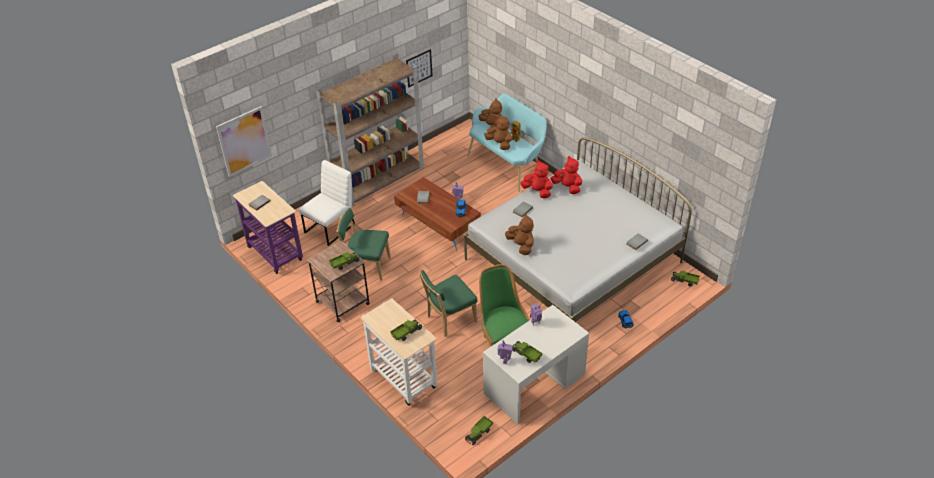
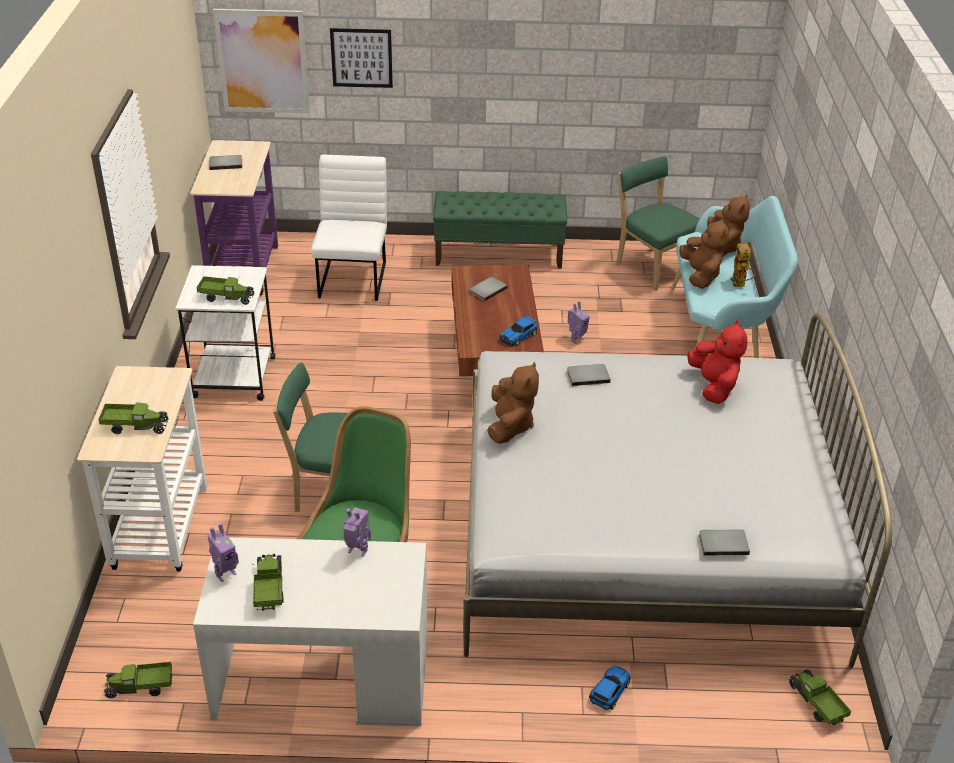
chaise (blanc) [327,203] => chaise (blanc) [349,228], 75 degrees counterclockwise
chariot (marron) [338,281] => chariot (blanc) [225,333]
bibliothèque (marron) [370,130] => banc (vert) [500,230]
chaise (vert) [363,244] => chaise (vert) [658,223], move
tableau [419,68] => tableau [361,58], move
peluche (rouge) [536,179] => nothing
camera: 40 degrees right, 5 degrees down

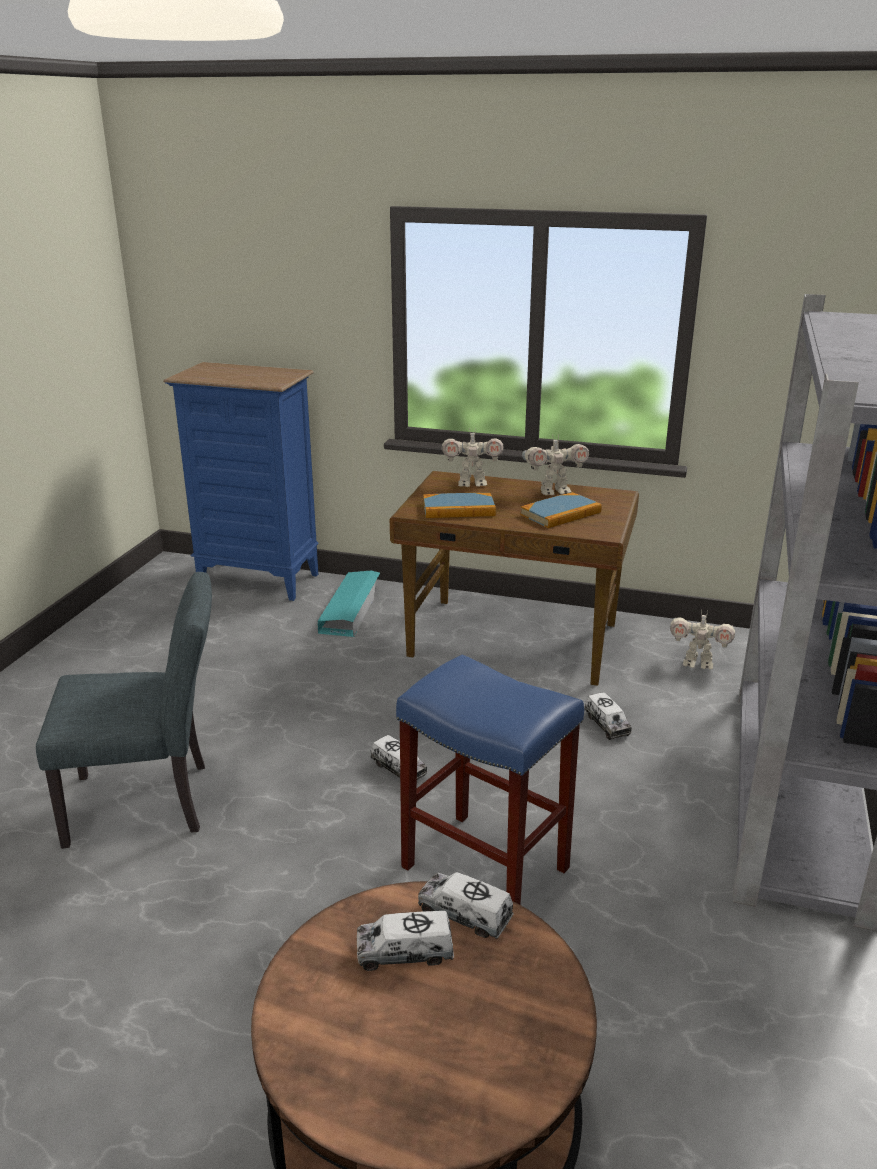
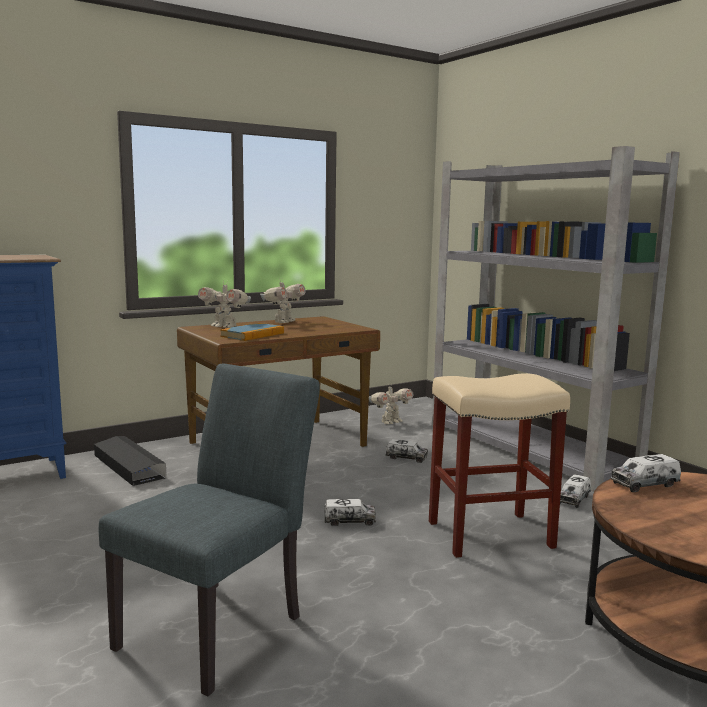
boîte de rangement (turquoise) [348,604] => boîte de rangement (noir) [130,461]
camion jouet [405,941] => camion jouet [575,491], move
tabouret (bleu) [490,779] => tabouret (beige) [499,465]
robot jouet [473,457] => robot jouet [224,304], 75 degrees clockwise
livre [561,510] => nothing
camera: 50 degrees left, 15 degrees down

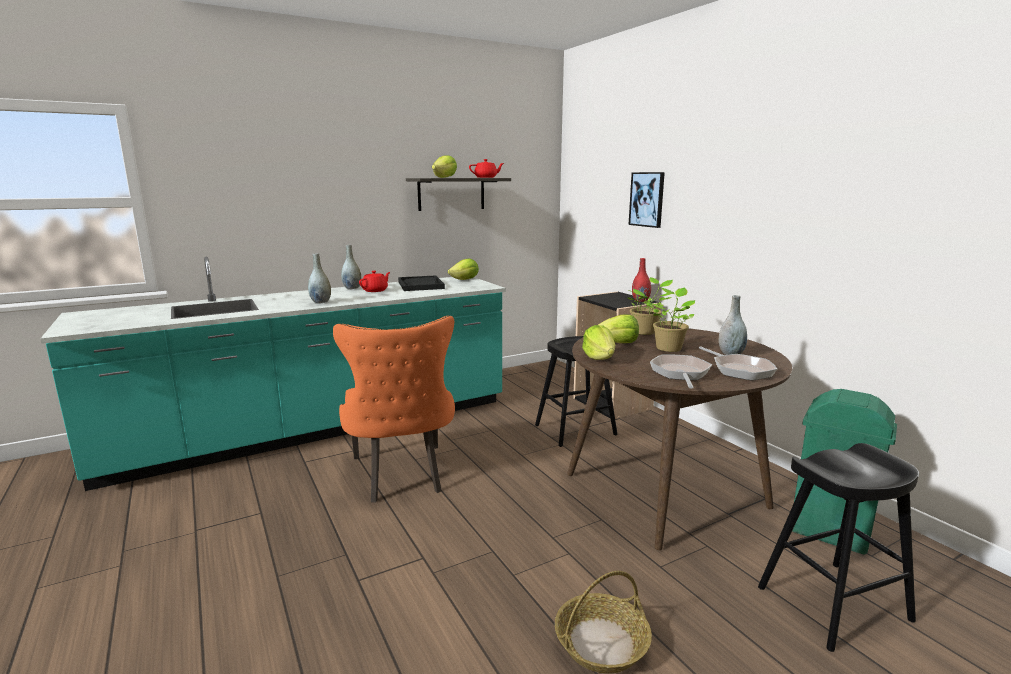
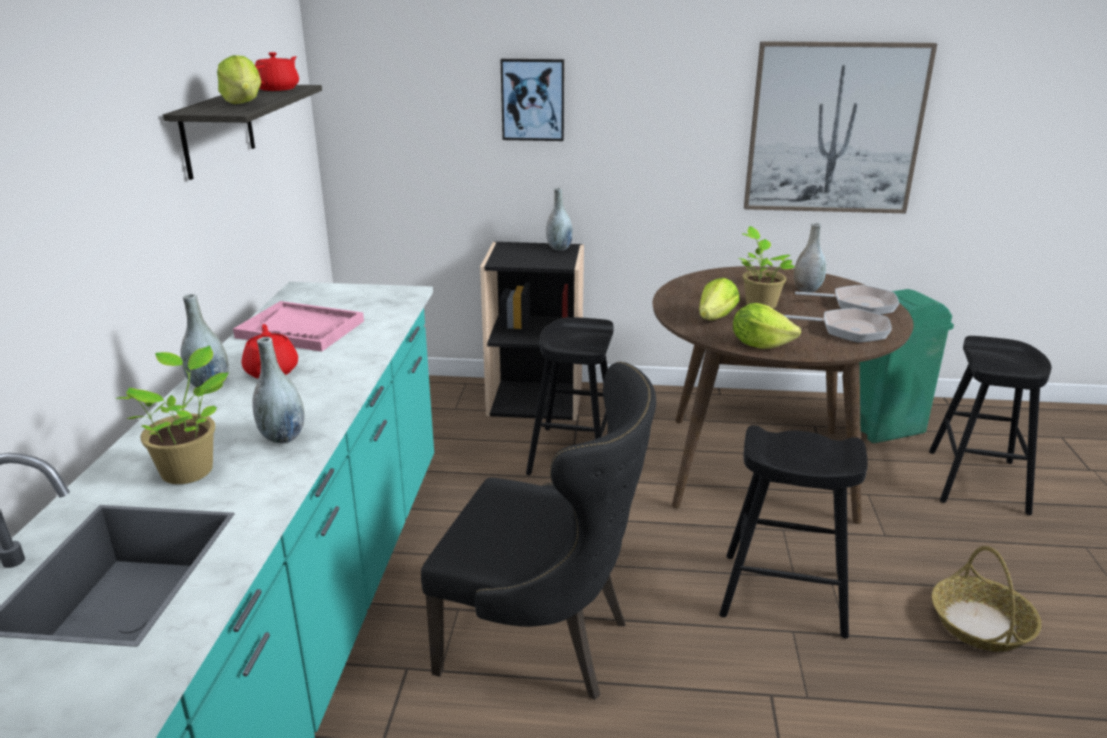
chaise (orange) [394,409] => chaise (noir) [538,531]
plateau (noir) [421,283] => plateau (rose) [298,326]
laitue [463,269] => nothing
plante en pot [650,306] => plante en pot [172,414], move
vase (rouge) [641,280] => vase (gris) [559,219]
poêle [681,371] => poêle [838,325], 150 degrees clockwise
nothing => tabouret (noir) [793,531]
nothing => tableau [840,127]
camera: 55 degrees left, 10 degrees up

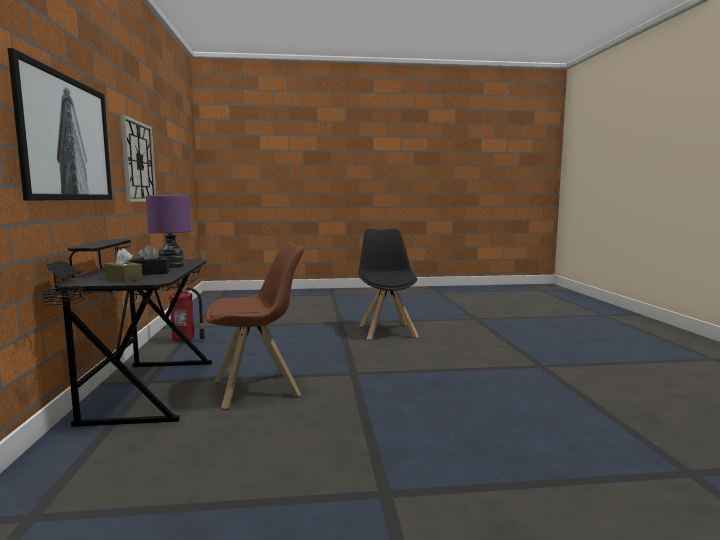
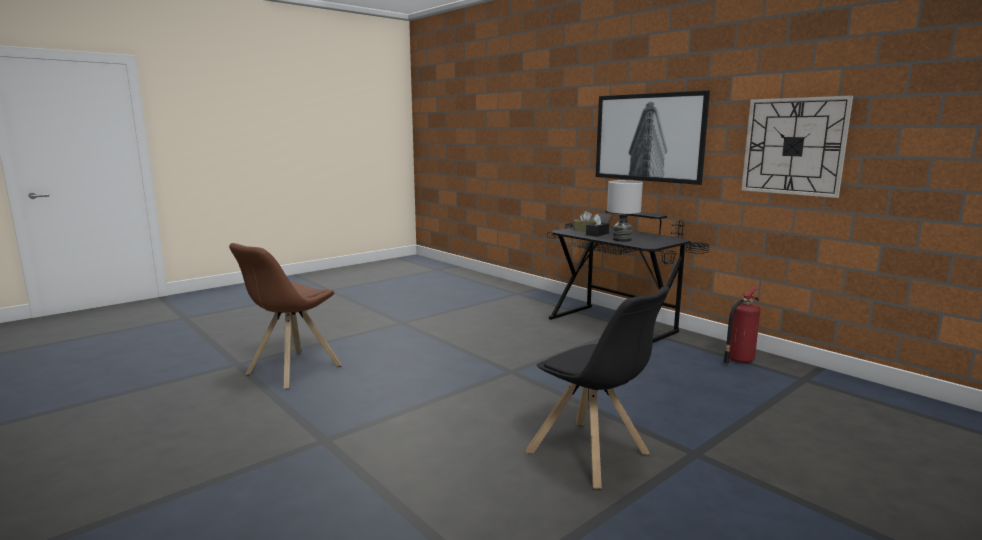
lampe de table (violet) [168,231] => lampe de table (gris) [625,210]
chaise (marron) [254,326] => chaise (marron) [285,316], move
camera: 145 degrees right, 5 degrees up

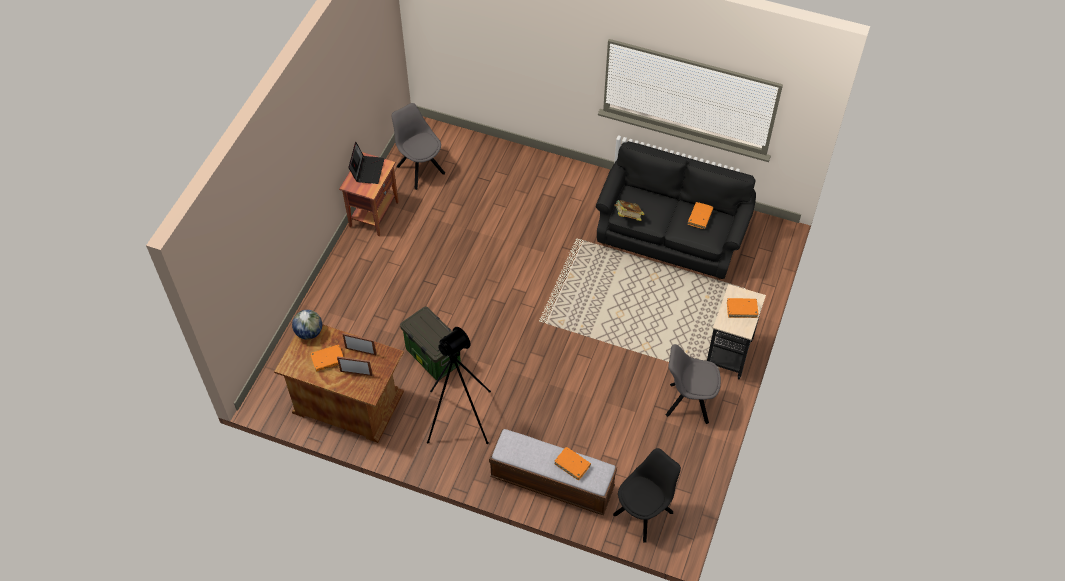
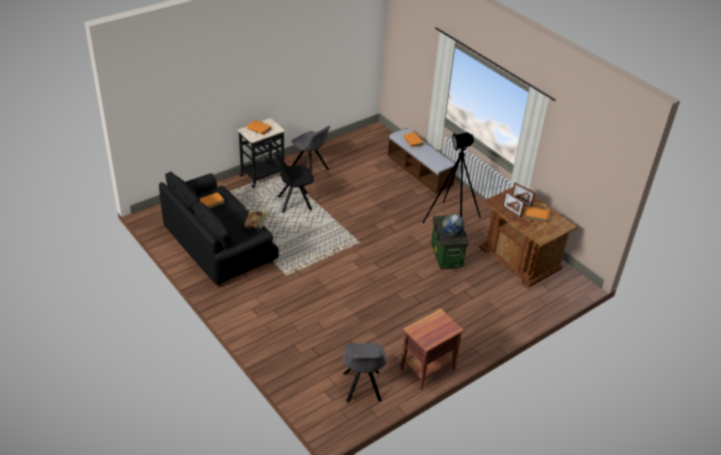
globe [307,325] => globe [453,225], move
ordinateur portable [366,163] => nothing
chaise (noir) [647,495] => chaise (noir) [294,182], move
camera: 150 degrees left, 15 degrees down

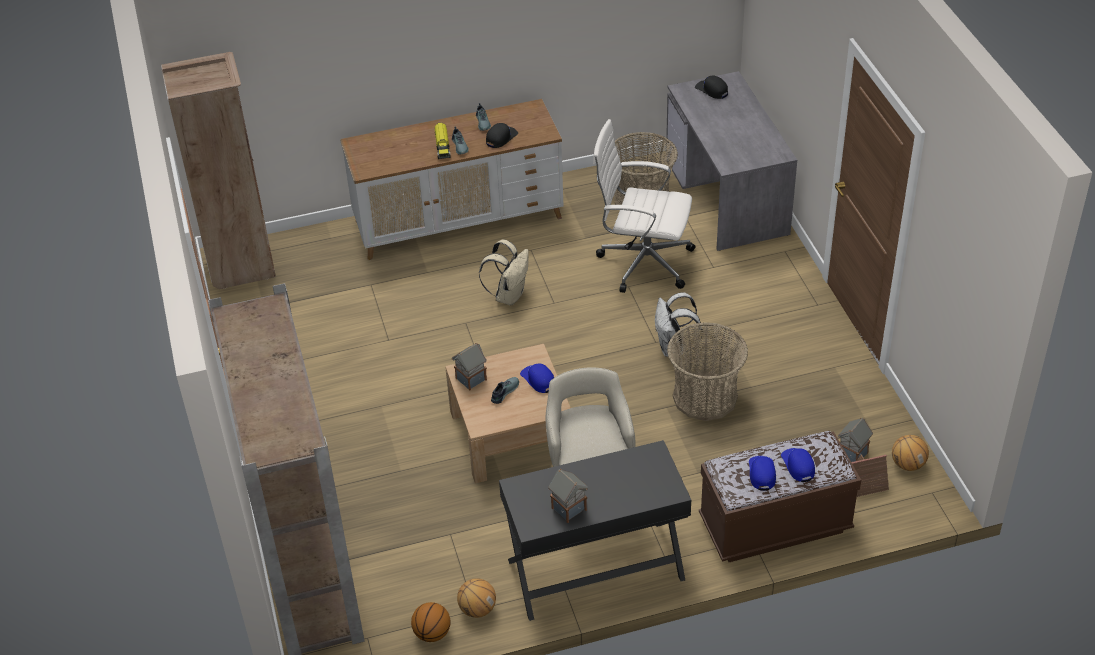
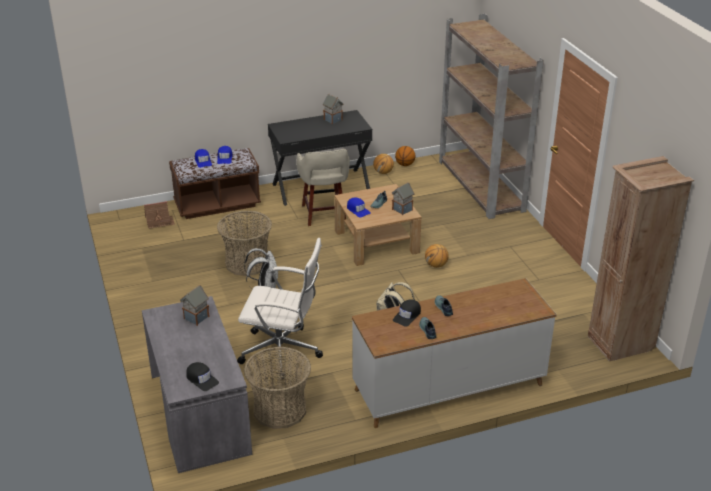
camion jouet [443,141] => nothing
maison miniature [855,439] => maison miniature [195,305], move
ballon de basket [910,453] => ballon de basket [437,256], move
camera: 175 degrees right, 10 degrees down

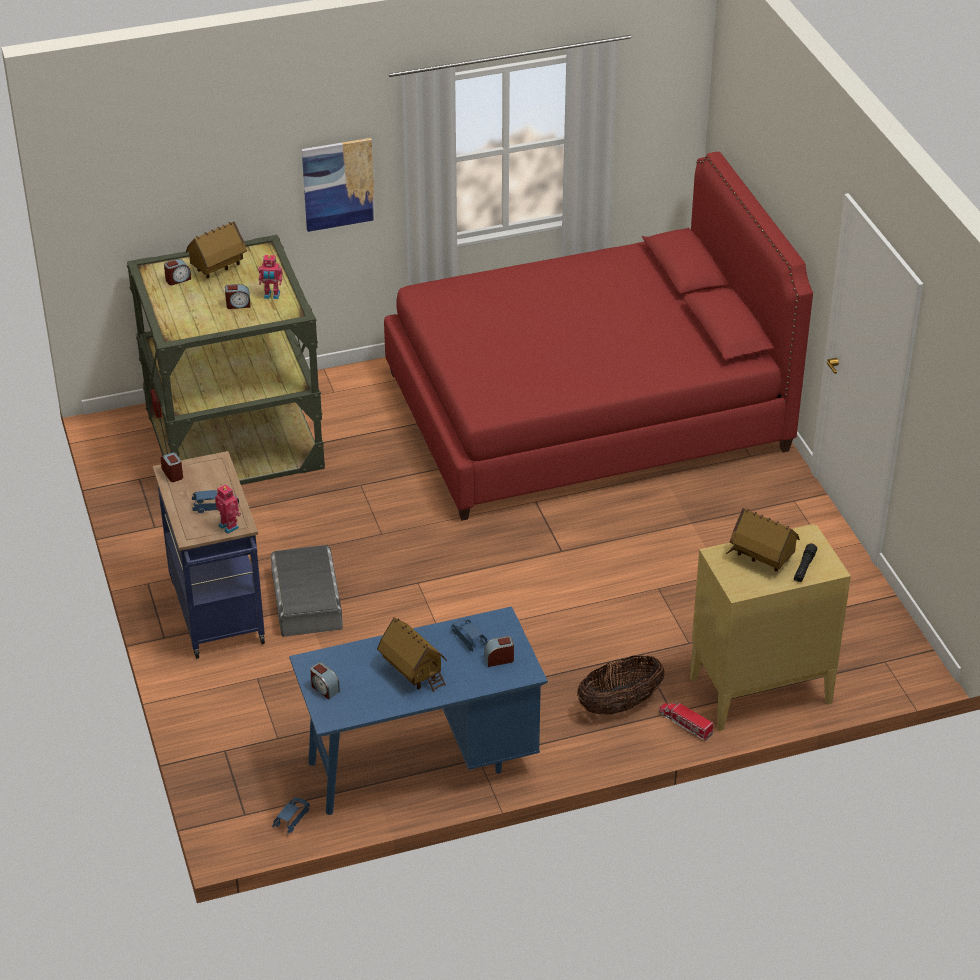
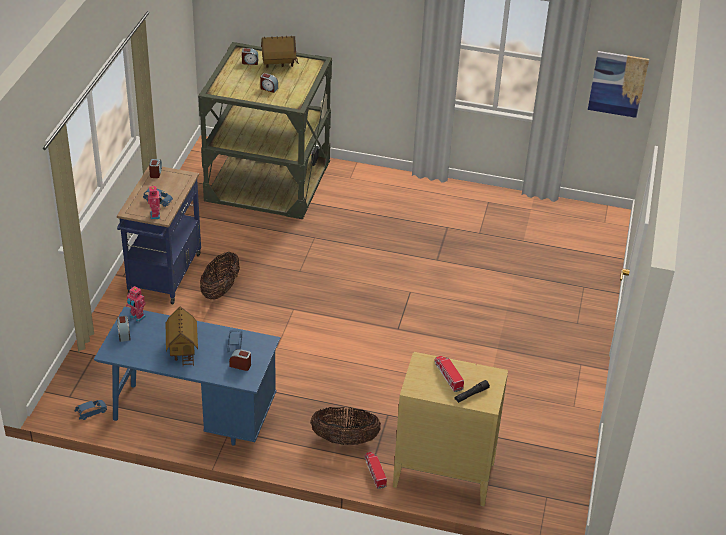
robot jouet [270,277] => robot jouet [136,304], move
boîte de rangement (gris) [307,591] => panier [220,276]
tableau [338,185] => tableau [618,84], move
lit (rouge) [598,336] => nothing
maison miniature [763,540] => camion jouet [449,374]
camera: 30 degrees right, 0 degrees up

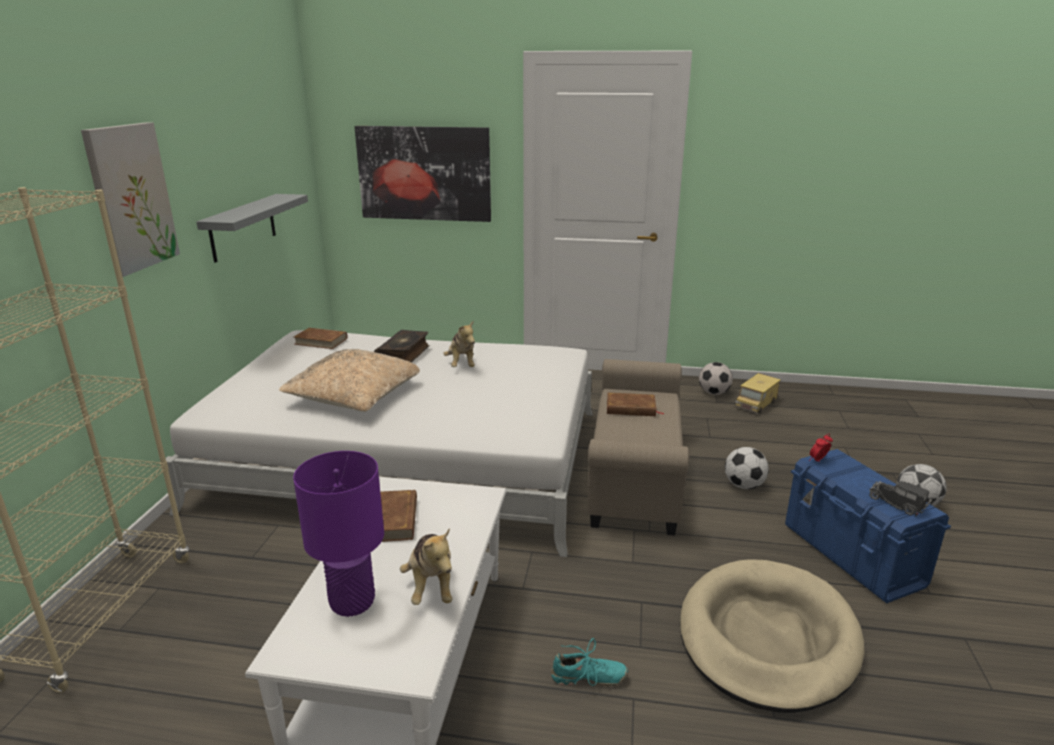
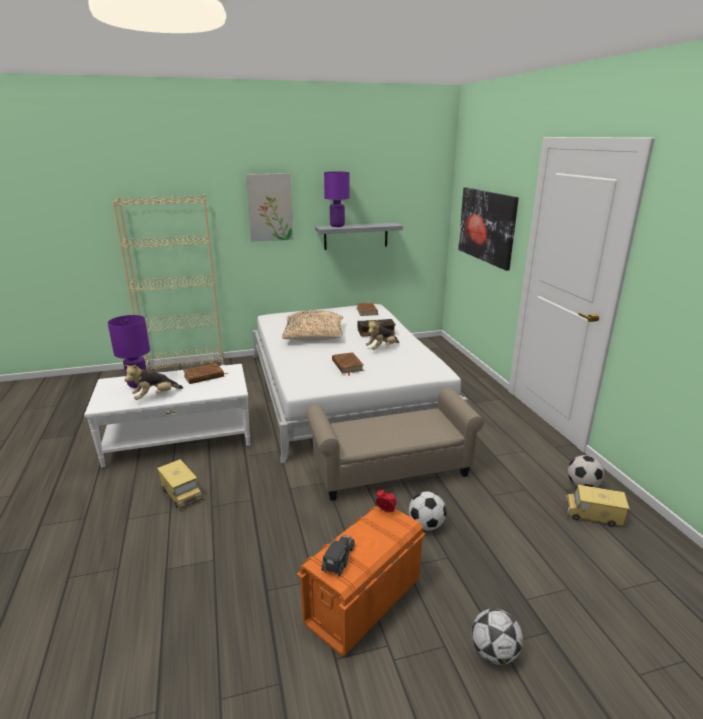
chaussure (turquoise) [589,662] => camion jouet [180,484]
livre (marron) [635,404] => livre (marron) [348,364], move
panier pour chien (beige) [772,636] => nothing
boîte de rangement (bleu) [868,526] => boîte de rangement (orange) [361,581]
nothing => lampe de table (violet) [337,199]
camera: 65 degrees right, 0 degrees up

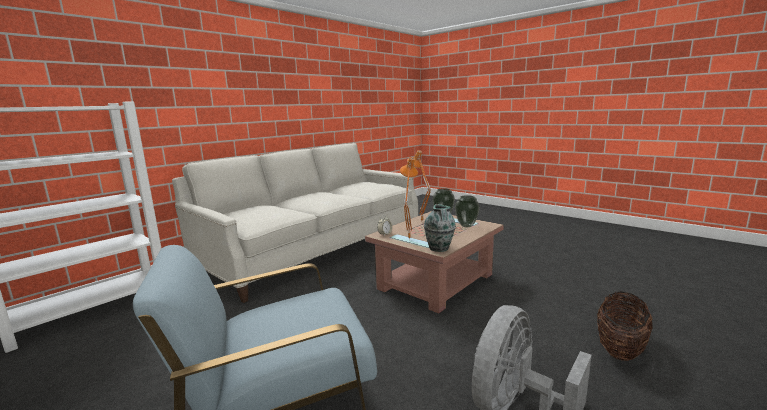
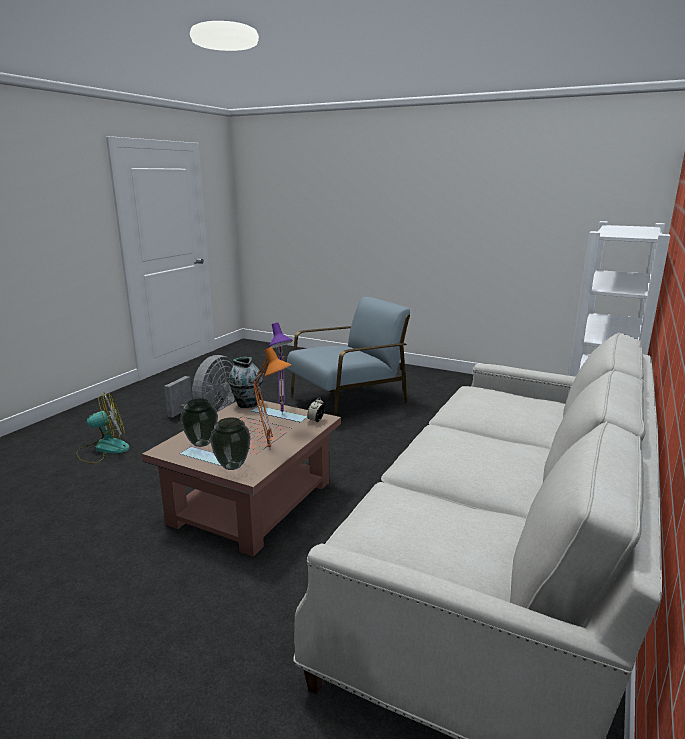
lampe de table (orange) [409,198] => lampe de table (violet) [281,368]
panier [625,326] => ventilateur [103,427]
camera: 165 degrees right, 5 degrees up

